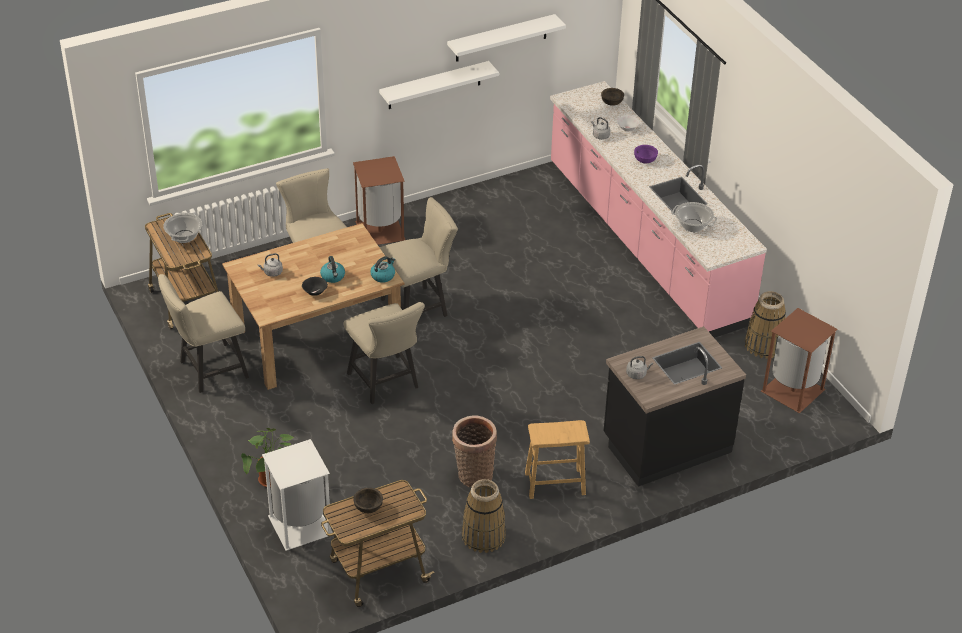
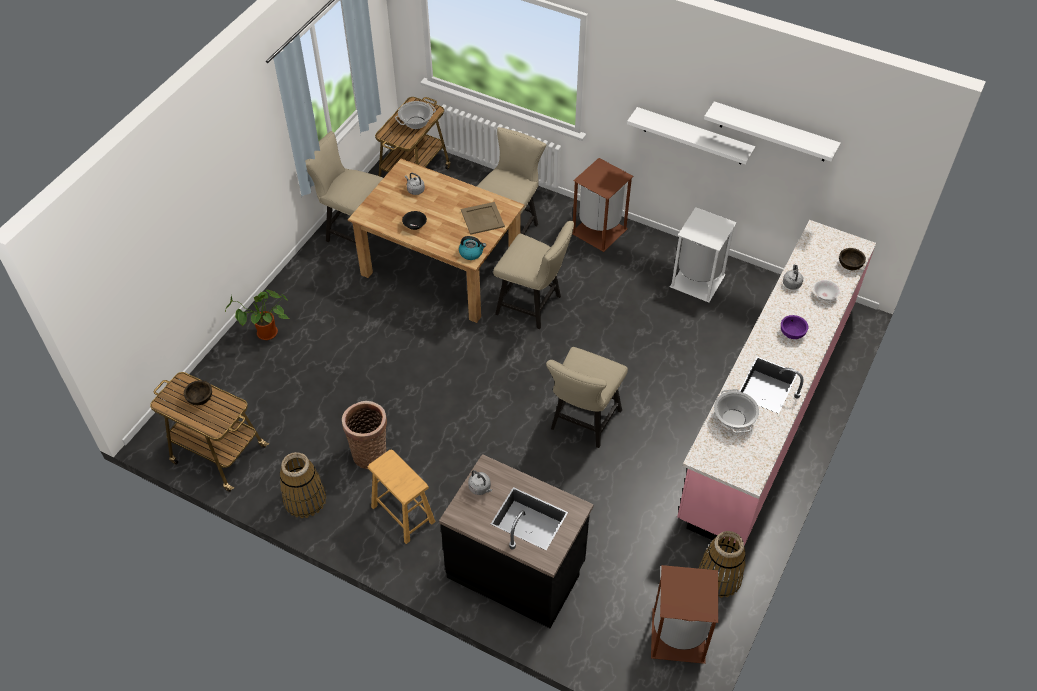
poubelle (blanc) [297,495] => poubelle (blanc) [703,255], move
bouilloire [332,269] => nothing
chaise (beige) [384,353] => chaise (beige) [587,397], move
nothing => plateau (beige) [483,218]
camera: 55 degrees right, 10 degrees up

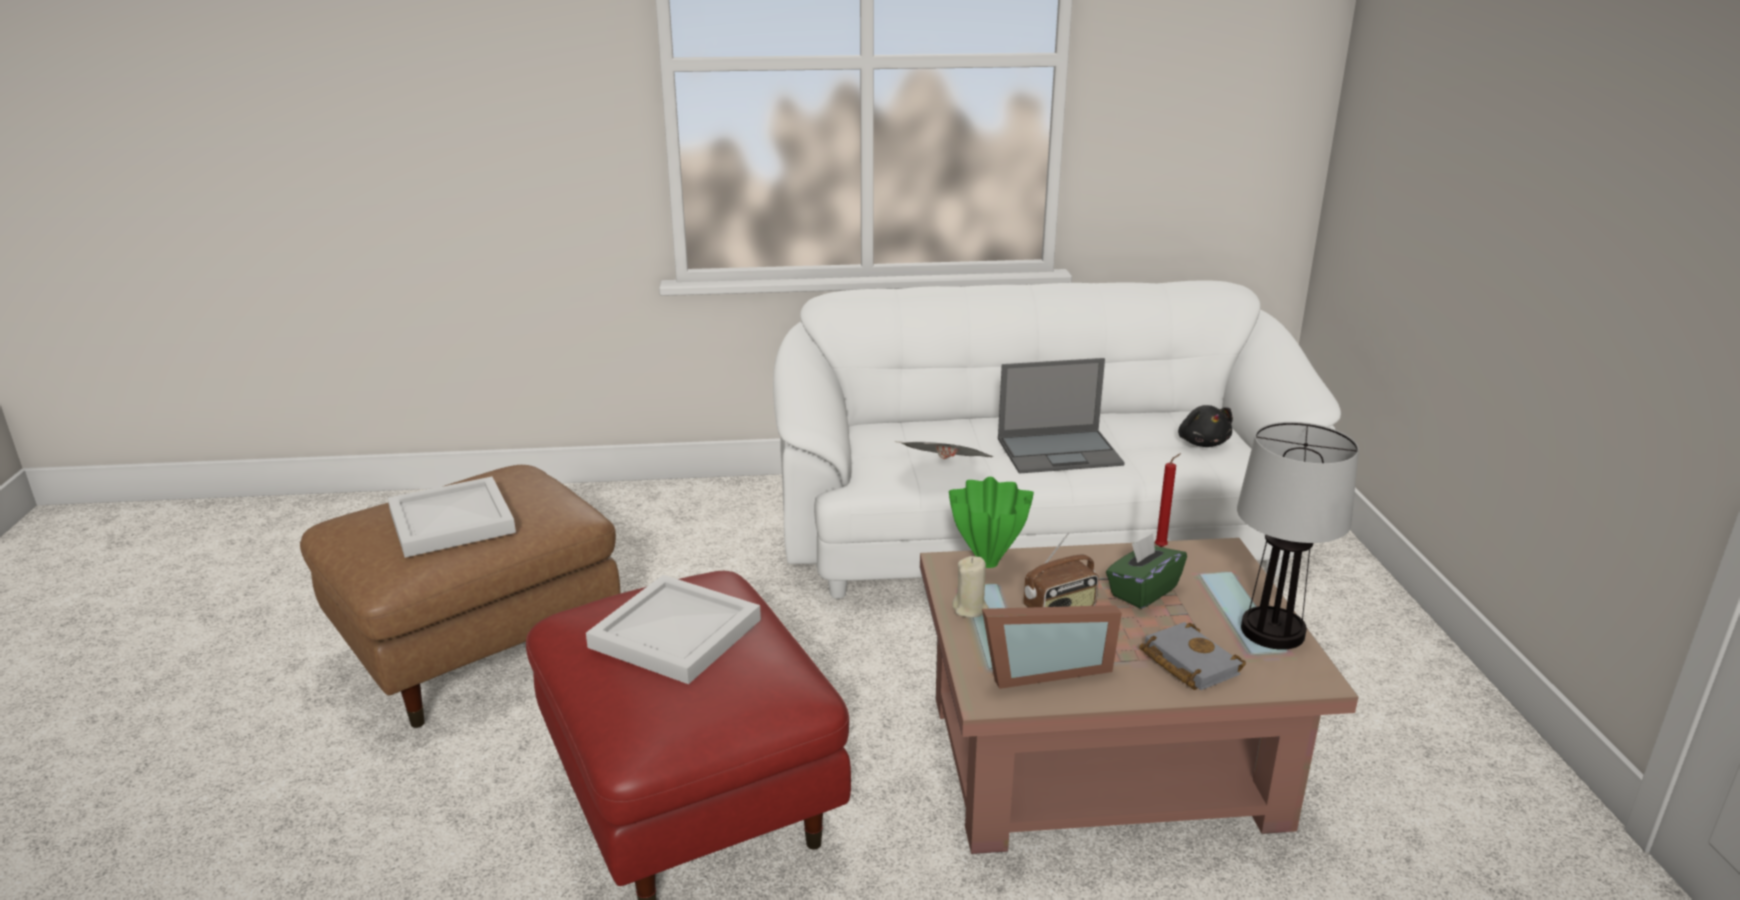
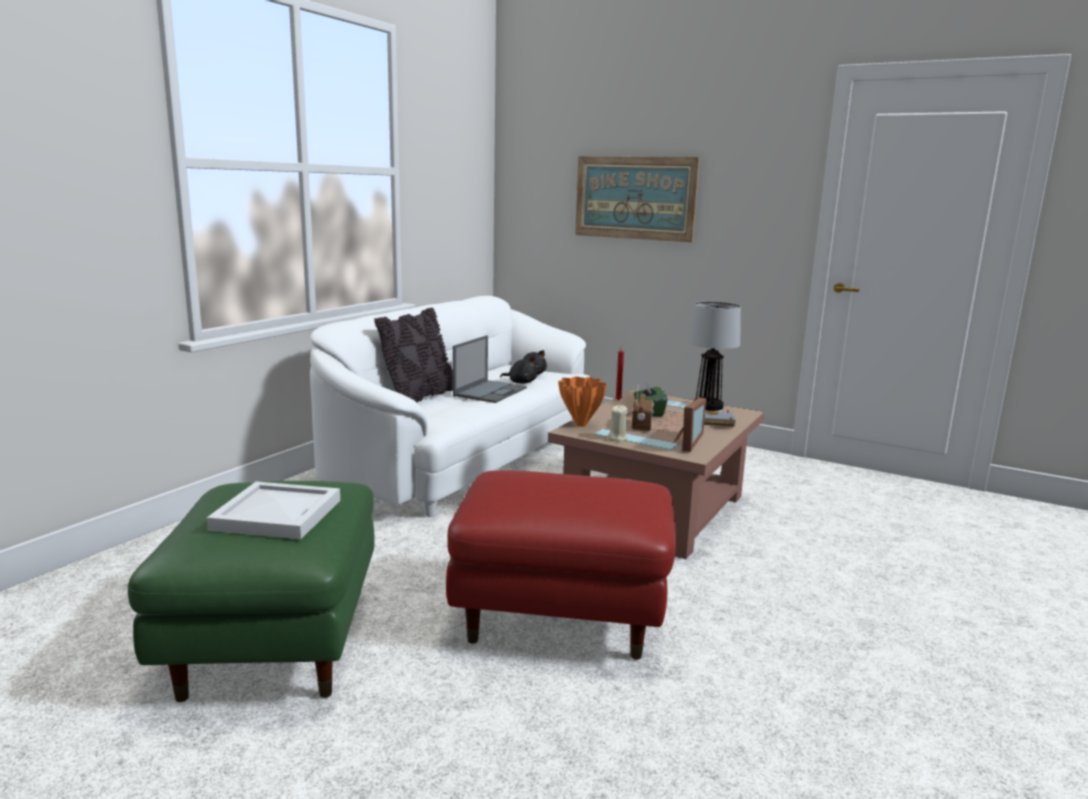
pouf (marron) [460,596] => pouf (vert) [251,591]
plateau (blanc) [673,629] => nothing
journal [944,450] => nothing
vase (vert) [991,522] => vase (orange) [582,402]
nothing => coussin (noir) [413,355]
nothing => peluche (noir) [519,370]
nothing => tableau [637,199]
camera: 55 degrees left, 10 degrees down

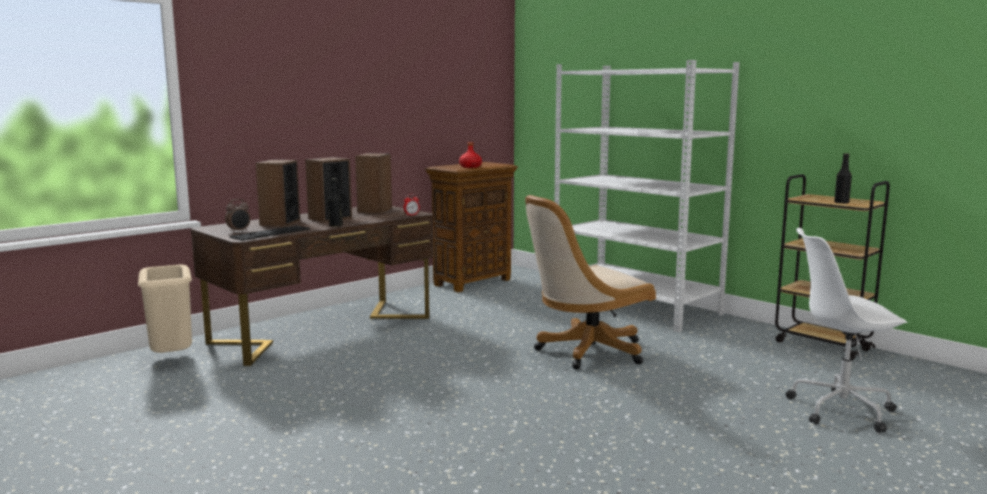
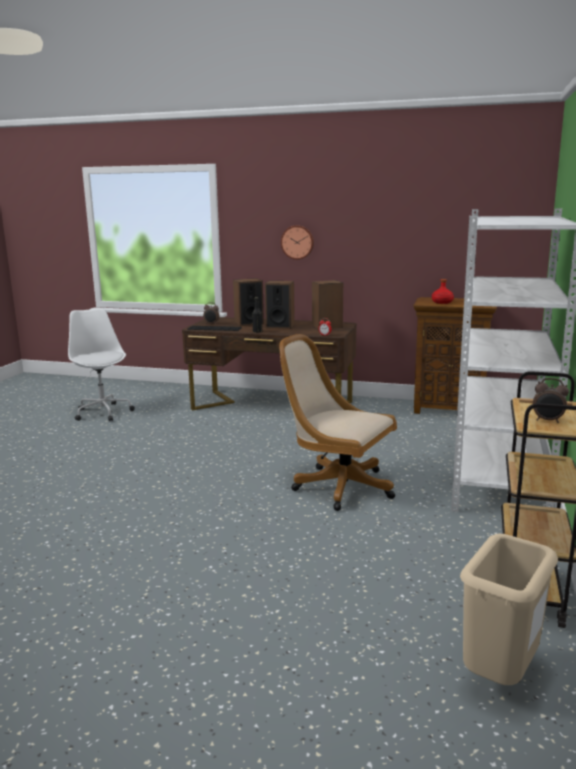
poubelle (beige) [165,309] => poubelle (beige) [509,609], move
chaise de bureau (blanc) [846,330] => chaise de bureau (blanc) [101,364], move
bouteille (noir) [843,178] => réveil [551,400]
nothing => horloge murale [297,242]
camera: 60 degrees right, 5 degrees up

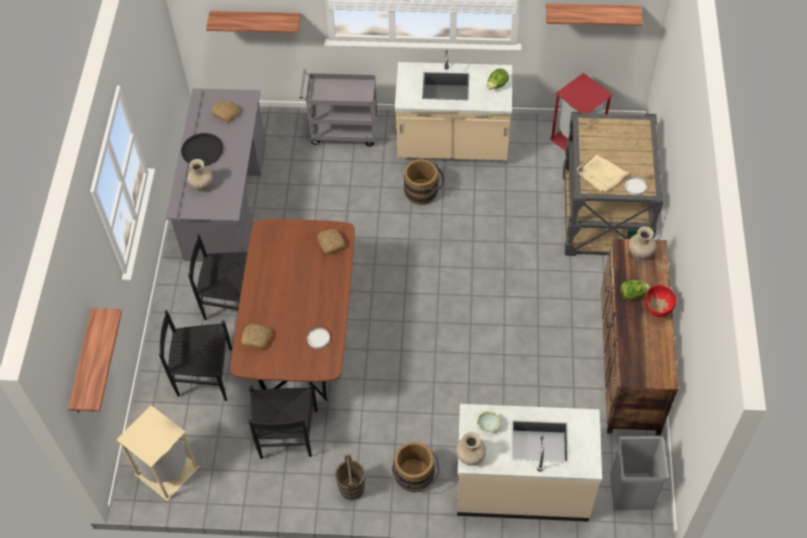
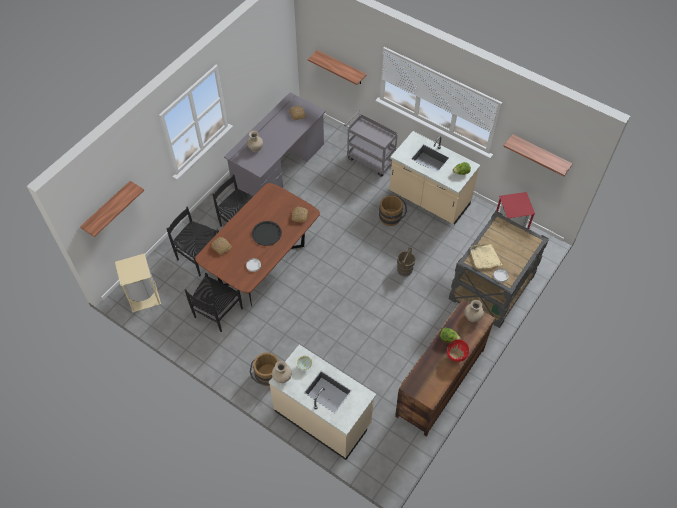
plateau (noir) [202,149] => plateau (noir) [267,233], move
seau (marron) [350,477] => seau (marron) [406,261], move
poubelle (gris) [639,473] => nothing
camera: 30 degrees right, 0 degrees up

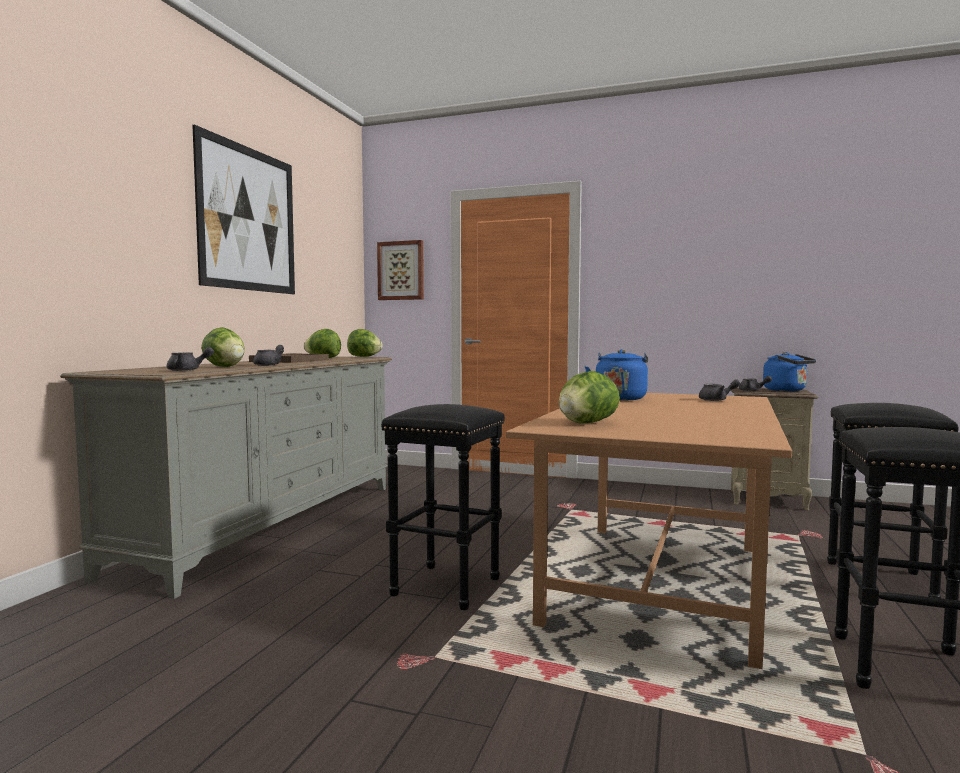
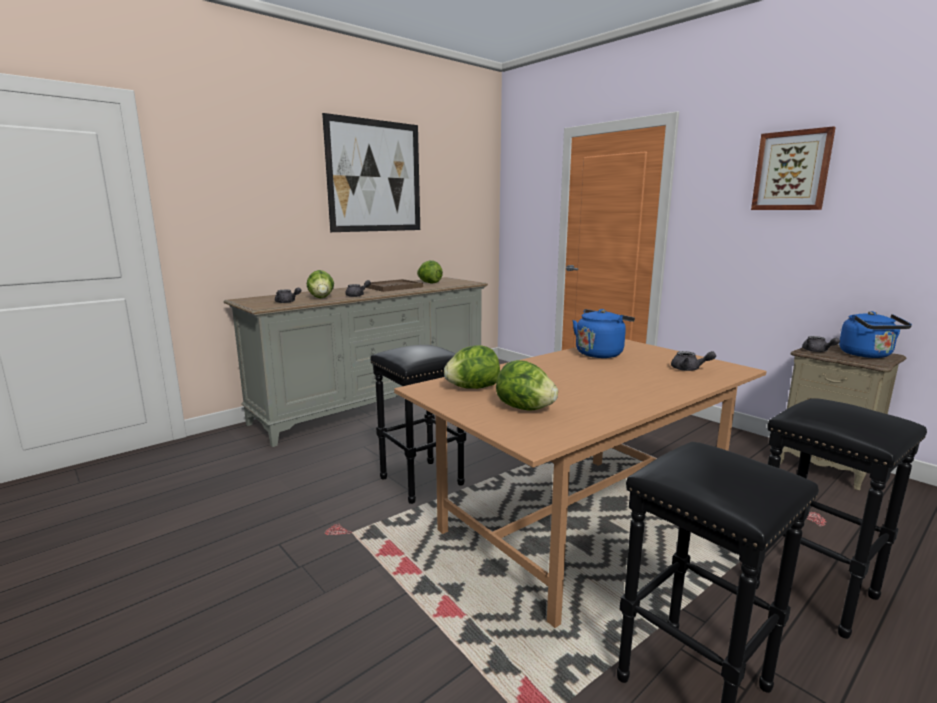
laitue [365,343] => laitue [527,385], move
tableau [400,270] => tableau [793,168], move
camera: 30 degrees right, 10 degrees up

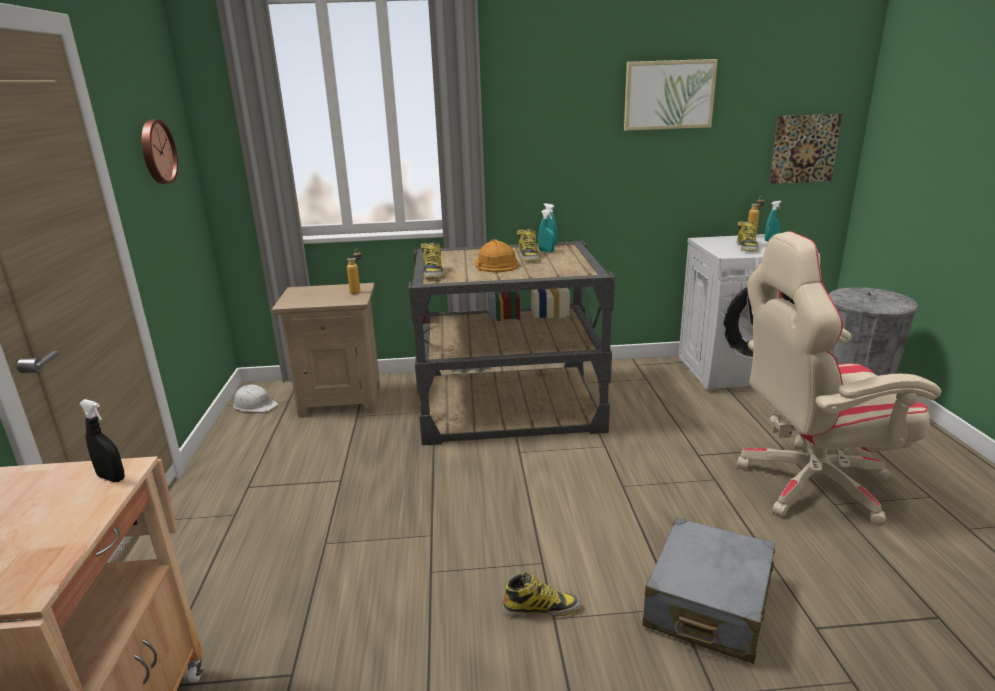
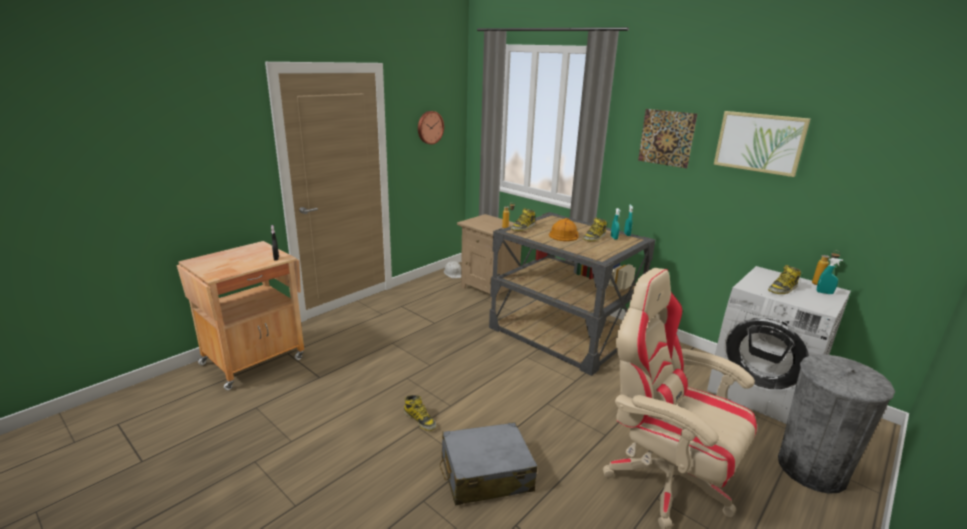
tableau [805,149] => tableau [667,138], move
camera: 45 degrees right, 0 degrees up

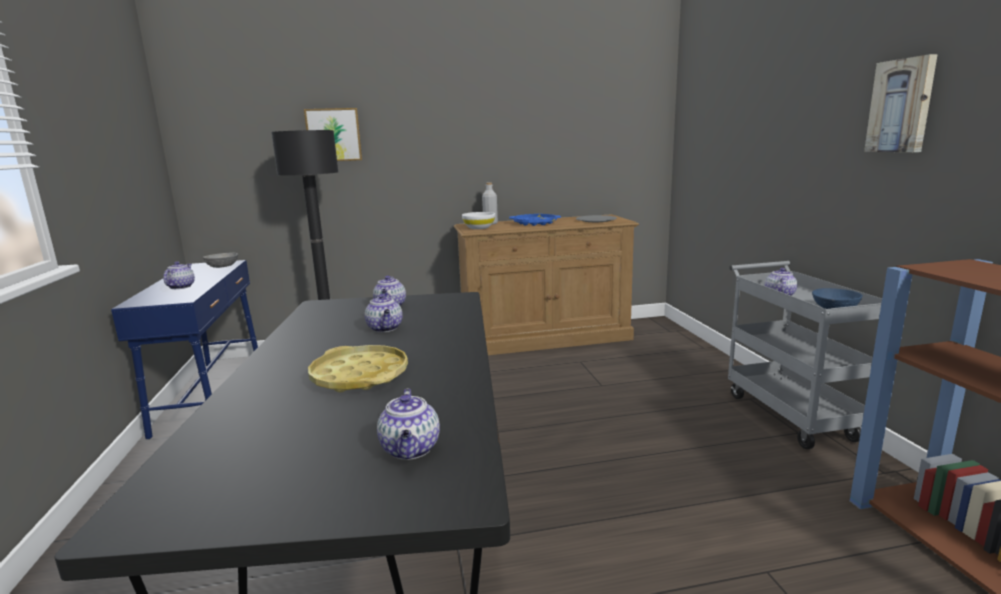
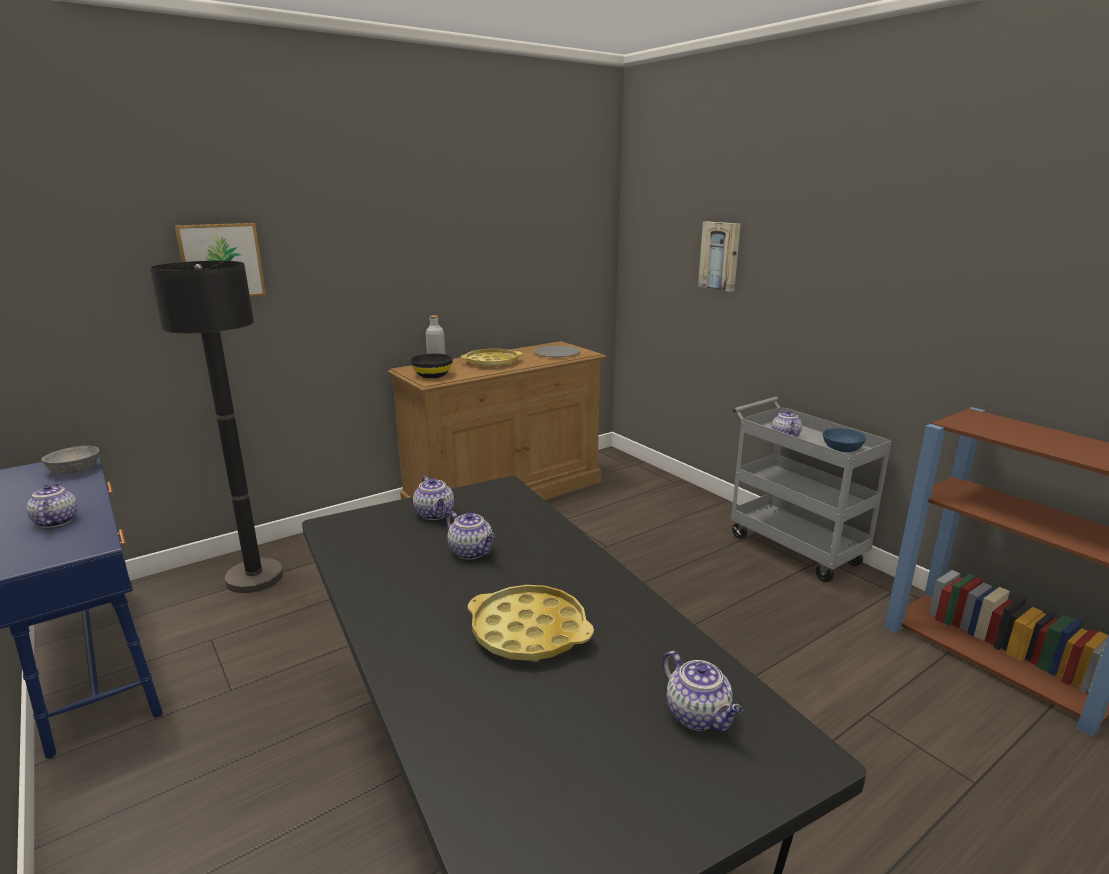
bol (blanc) [478,220] => bol (noir) [431,366]
plateau (bleu) [535,220] => plateau (jaune) [492,358]
tableau [901,103] => tableau [719,257], move
camera: 25 degrees left, 5 degrees up

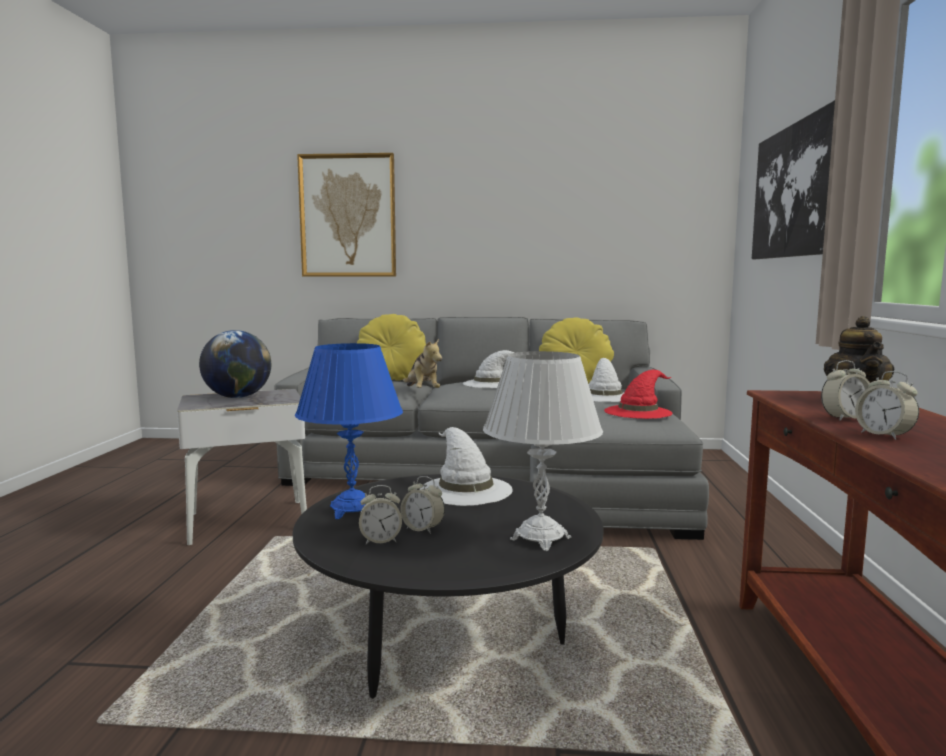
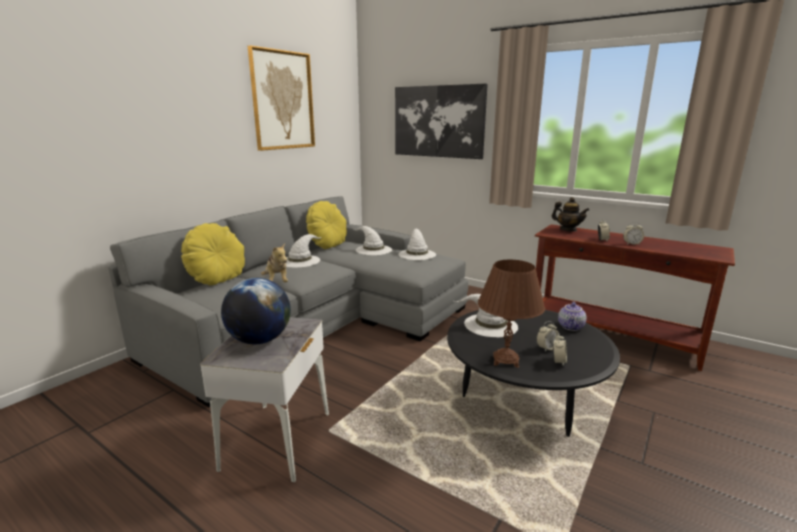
lampe de table (bleu) [349,431] => lampe de table (marron) [511,314]
tableau [346,215] => tableau [281,98], move
peluche [422,363] => peluche [274,262], 60 degrees clockwise
lampe de table (blanc) [543,451] => théière [572,316]
chapeau (rouge) [638,394] => chapeau (blanc) [417,244]
camera: 60 degrees left, 10 degrees up

